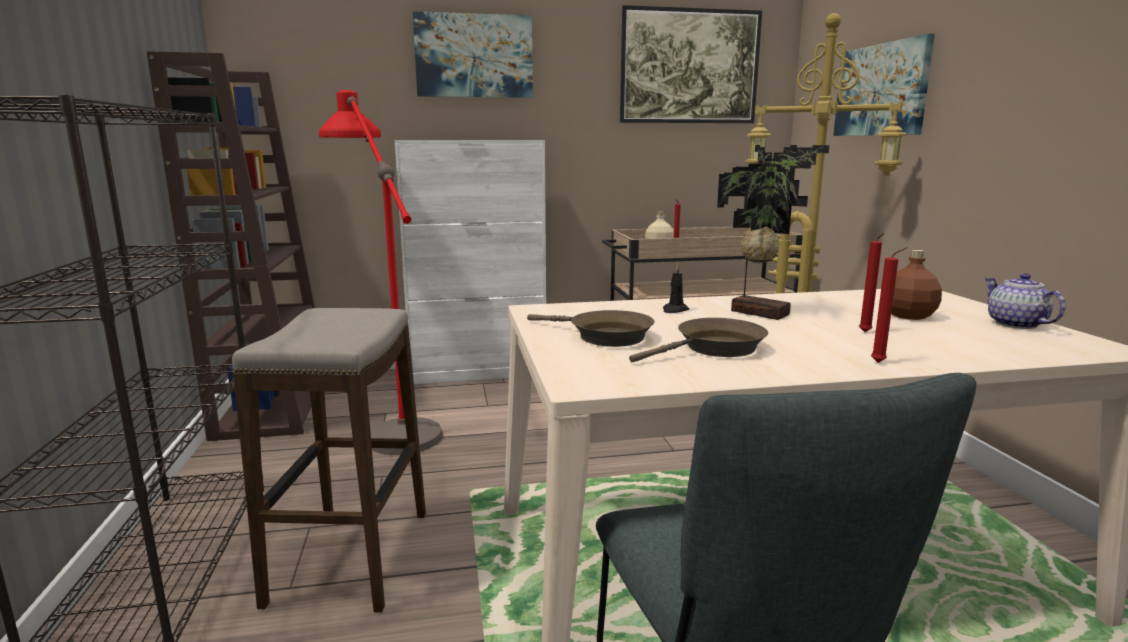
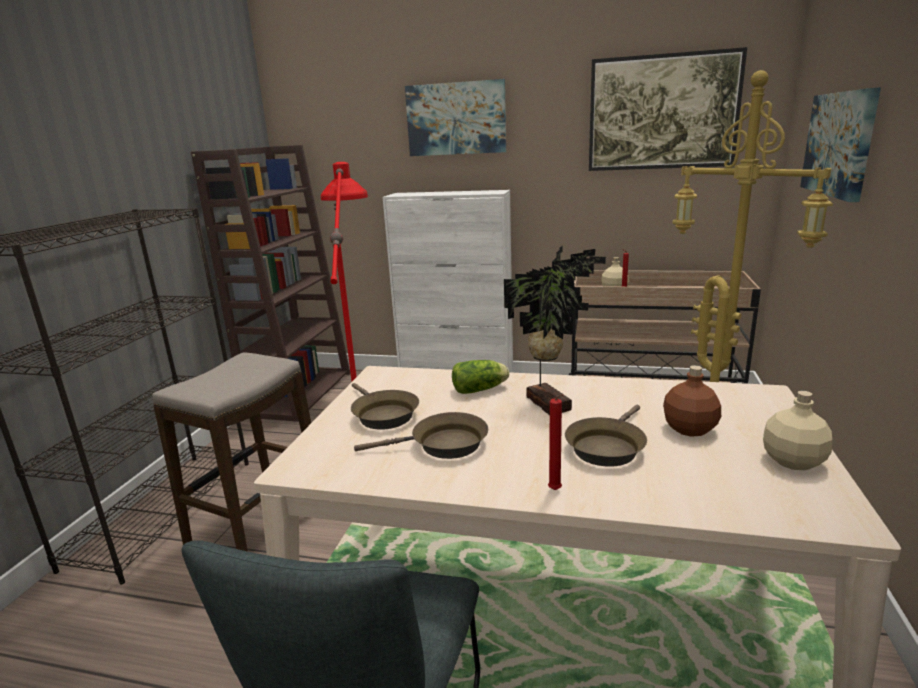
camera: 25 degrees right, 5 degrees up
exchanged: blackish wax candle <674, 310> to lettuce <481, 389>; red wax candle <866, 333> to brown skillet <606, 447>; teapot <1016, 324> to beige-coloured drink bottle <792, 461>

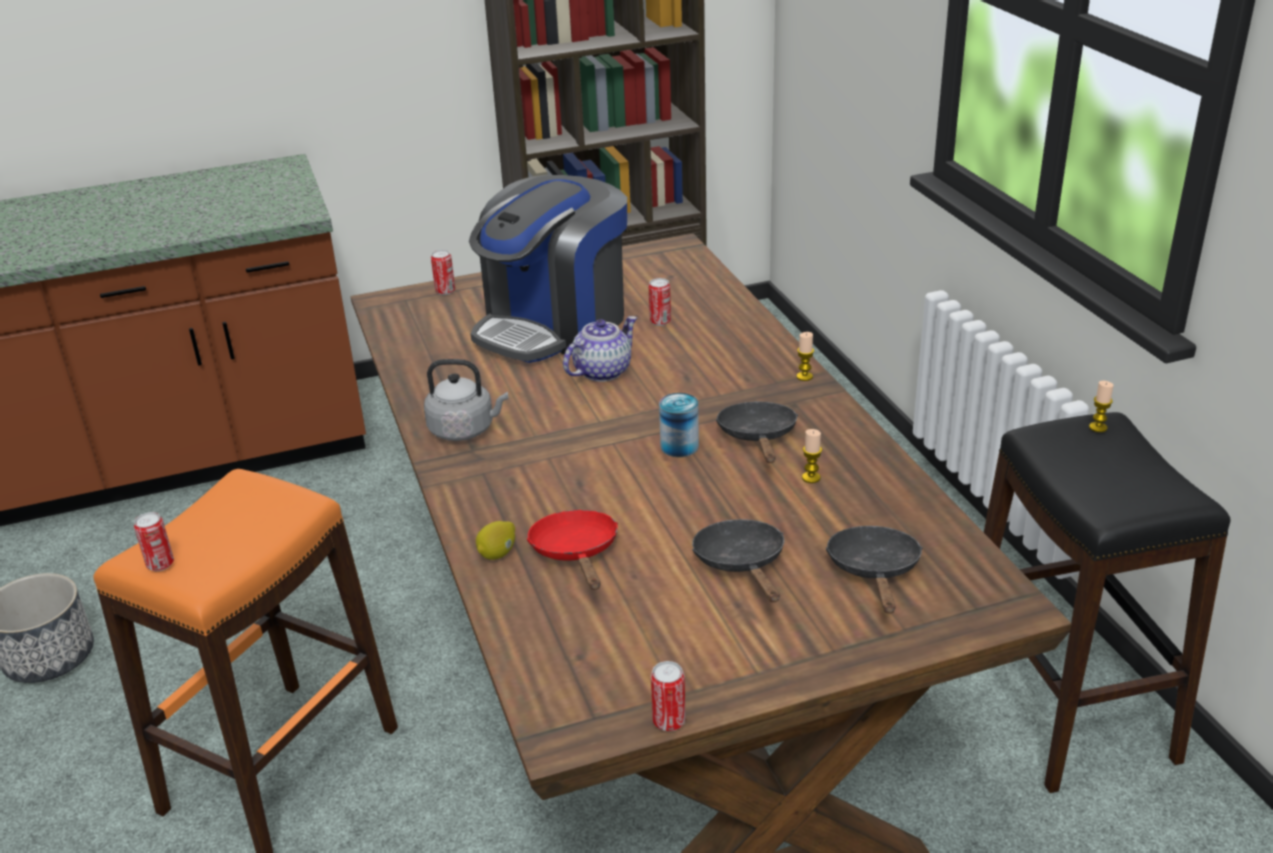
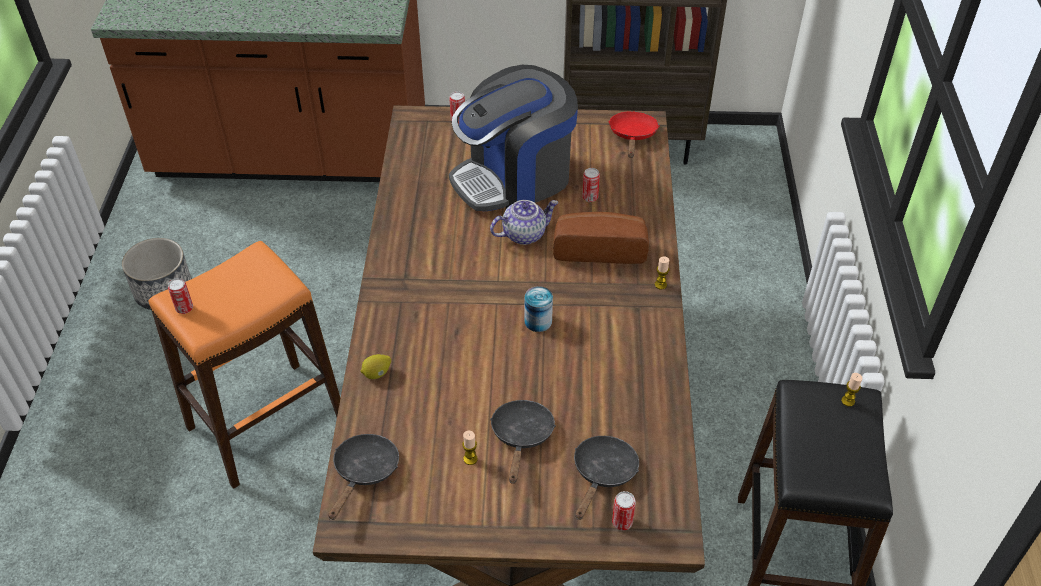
camera: 20 degrees right, 15 degrees up
missing: gray water kettle <465, 430>
appeared: bread <599, 248>
relocated: blackish skillet <758, 437> to <364, 472>; wax candle <811, 478> to <470, 459>; red skillet <576, 553> to <632, 136>; metal can <669, 721> to <622, 522>

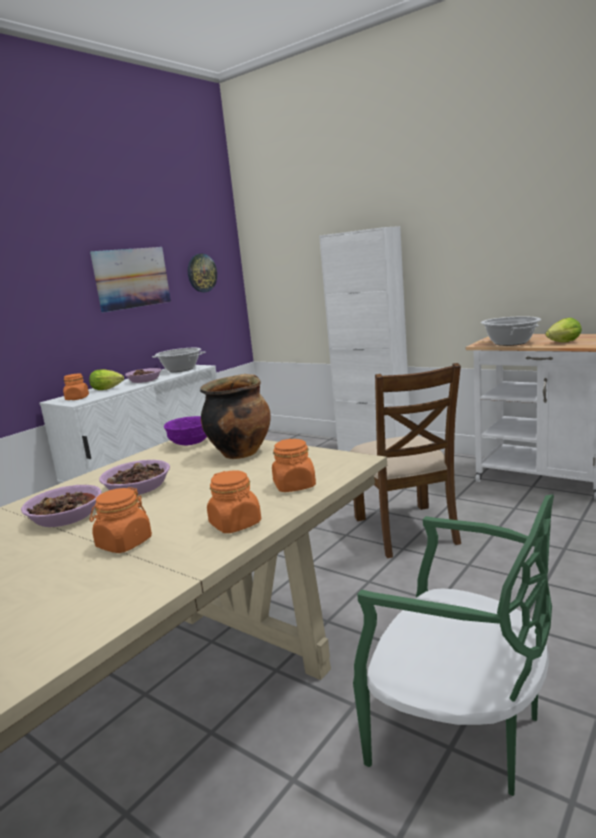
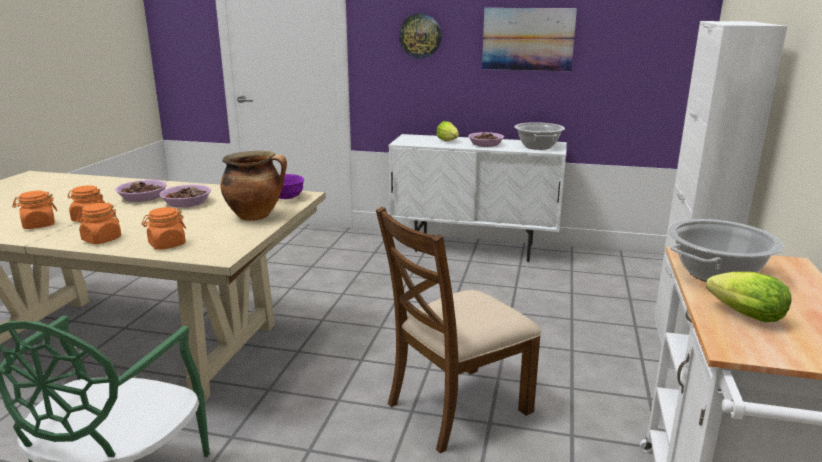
camera: 65 degrees right, 5 degrees up
relocated: orange jar <77, 398> to <39, 225>; hanging clock <201, 273> to <420, 36>

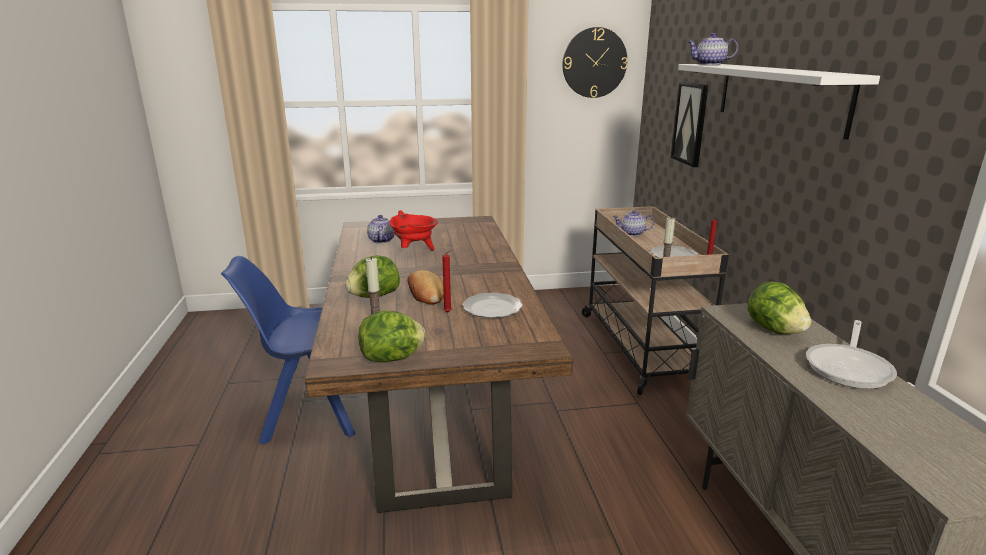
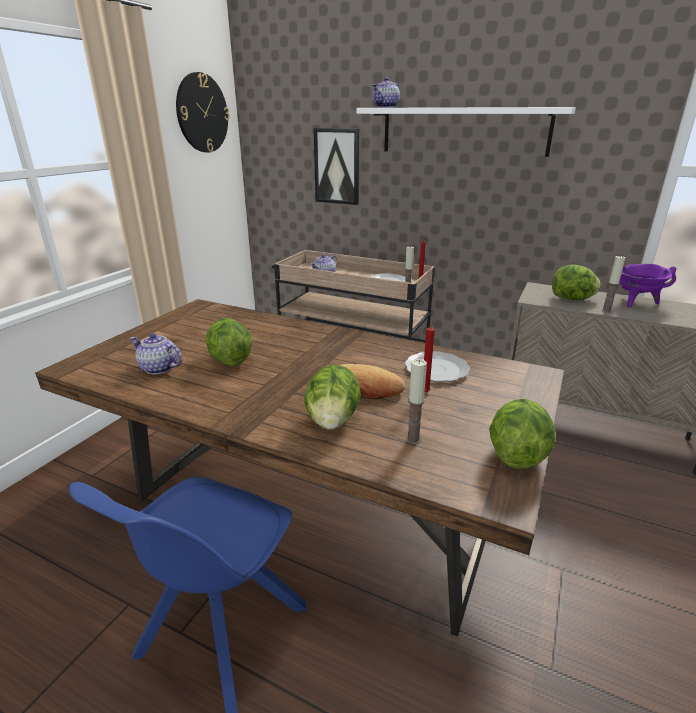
camera: 55 degrees left, 5 degrees up
appeared: wax candle <606, 310>
exchanged: red saucepot <414, 251> to lettuce <229, 360>; skillet <849, 368> to purplish saucepot <635, 302>

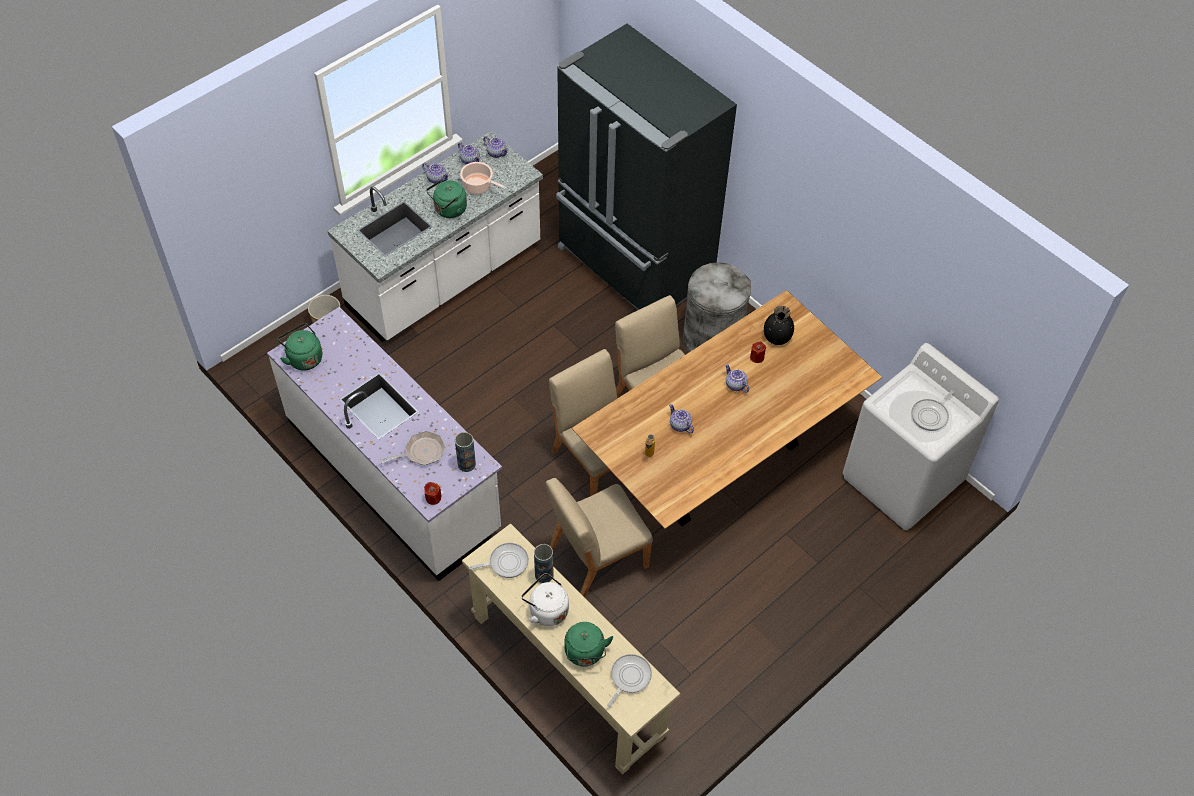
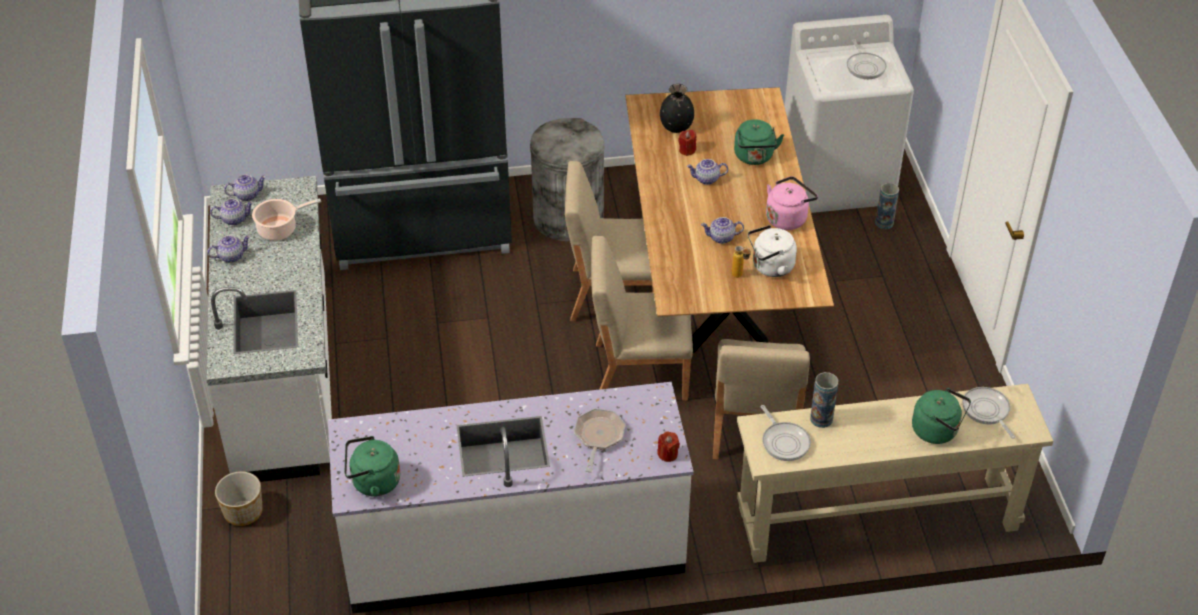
camera: 55 degrees left, 10 degrees down
appeared: pinkish water kettle <788, 218>
relocated: greenish water kettle <449, 210> to <754, 157>; whitish water kettle <546, 610> to <770, 267>; flower vase <466, 464> to <884, 223>
spun: skillet <506, 562> = <784, 441> 135 degrees clockwise

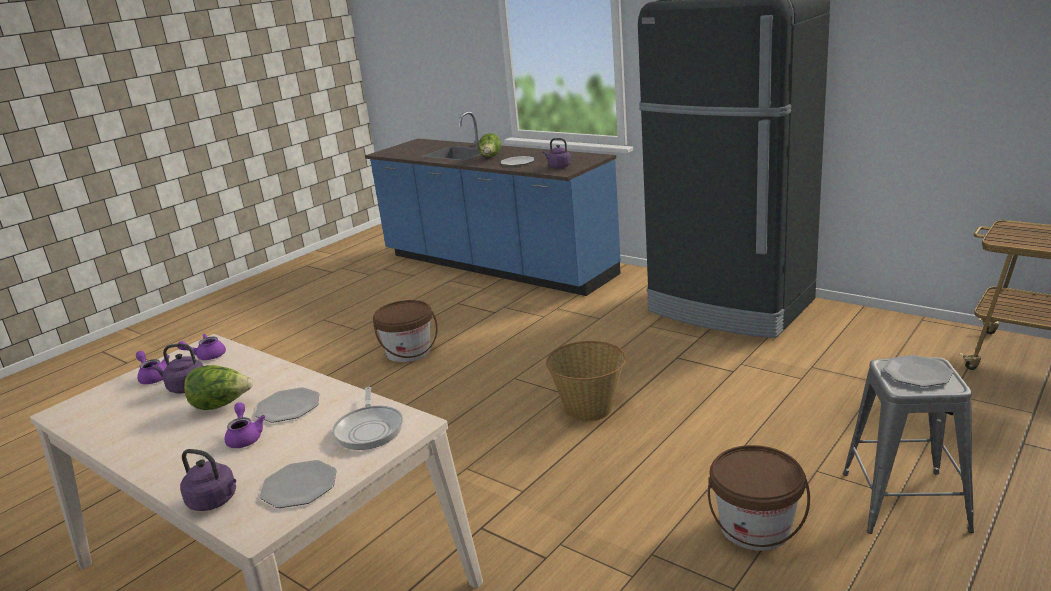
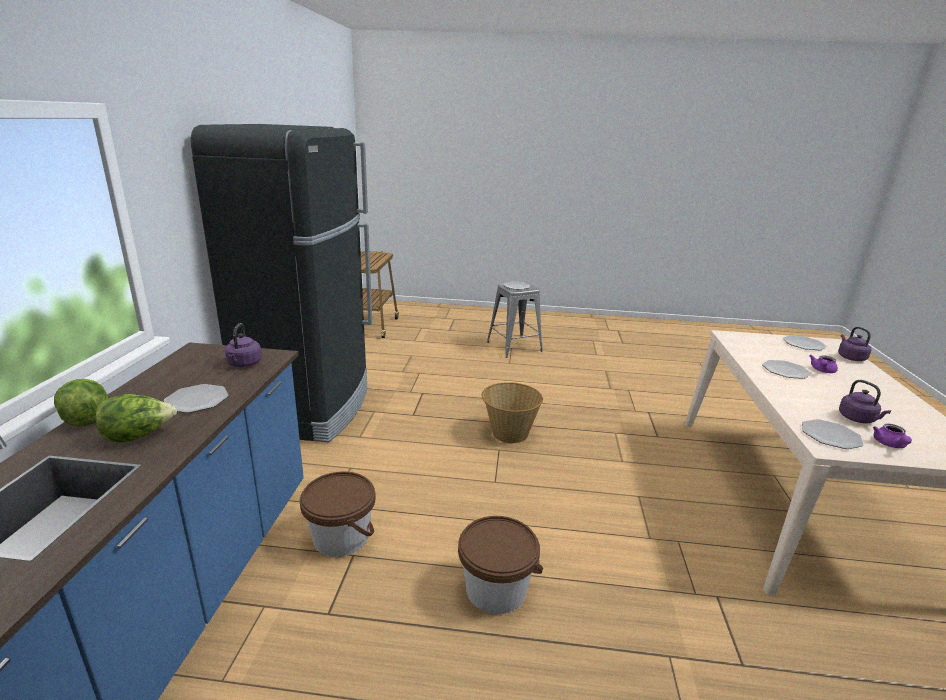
camera: 125 degrees left, 0 degrees up
missing: skillet <369, 429>
relocated: lettuce <222, 405> to <86, 418>; brown water bucket <755, 528> to <341, 537>
exchanged: purplish teapot <207, 356> to flat dish <831, 435>

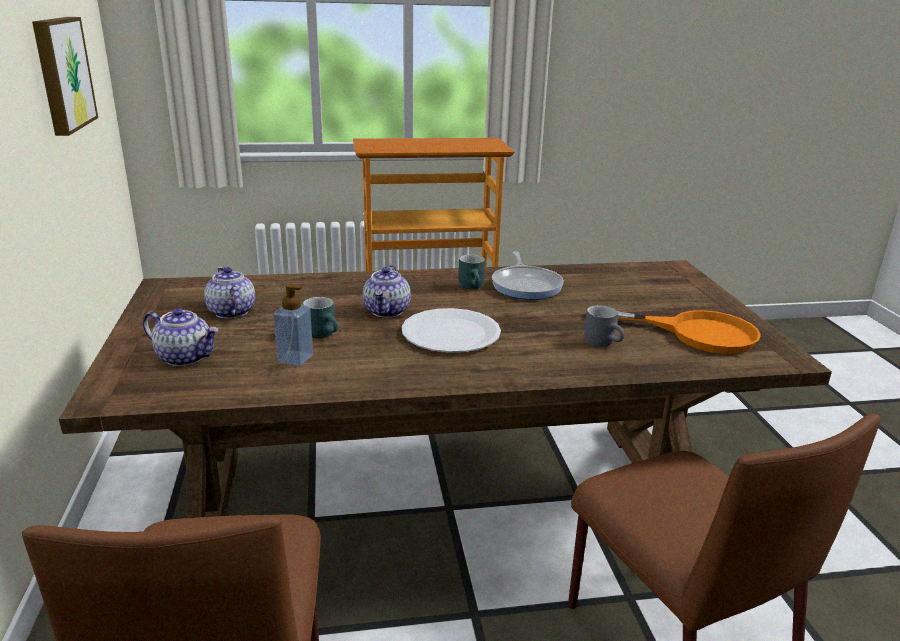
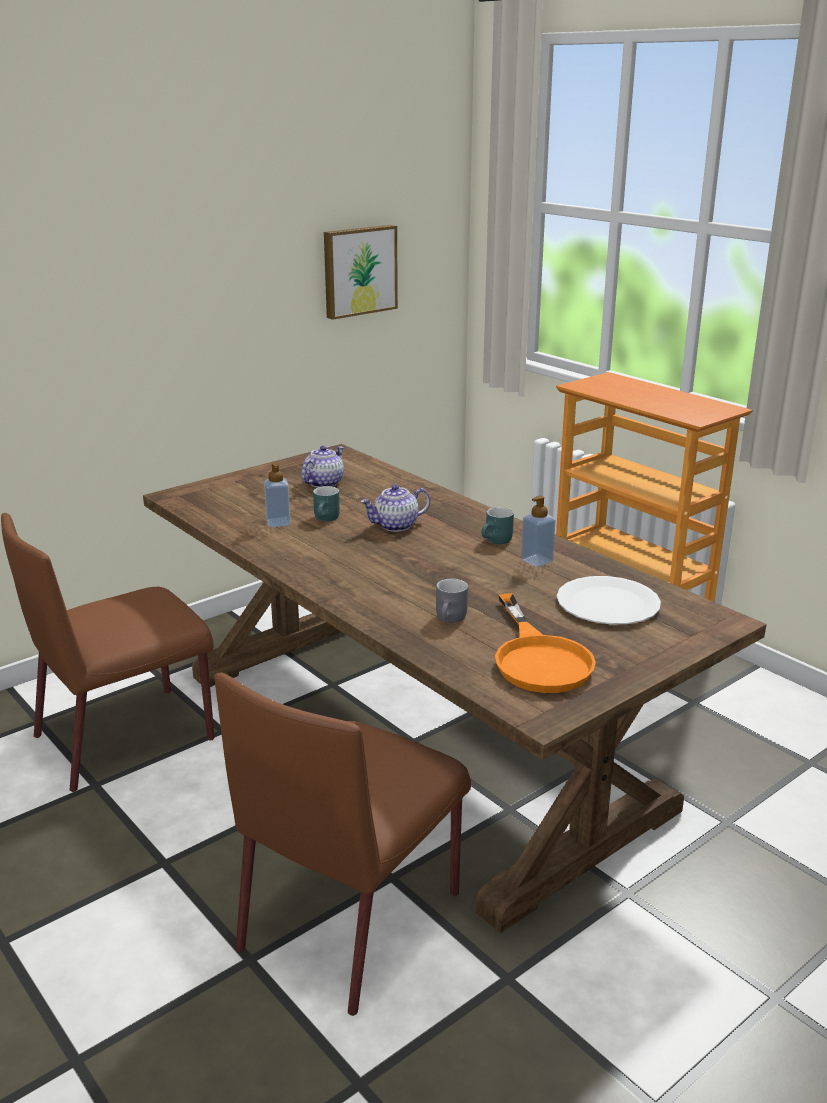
camera: 60 degrees right, 0 degrees up
missing: teapot <185, 357>
relocated: whitish flat dish <451, 333> to <608, 604>
exchanged: skillet <526, 285> to liquid soap bottle <536, 561>

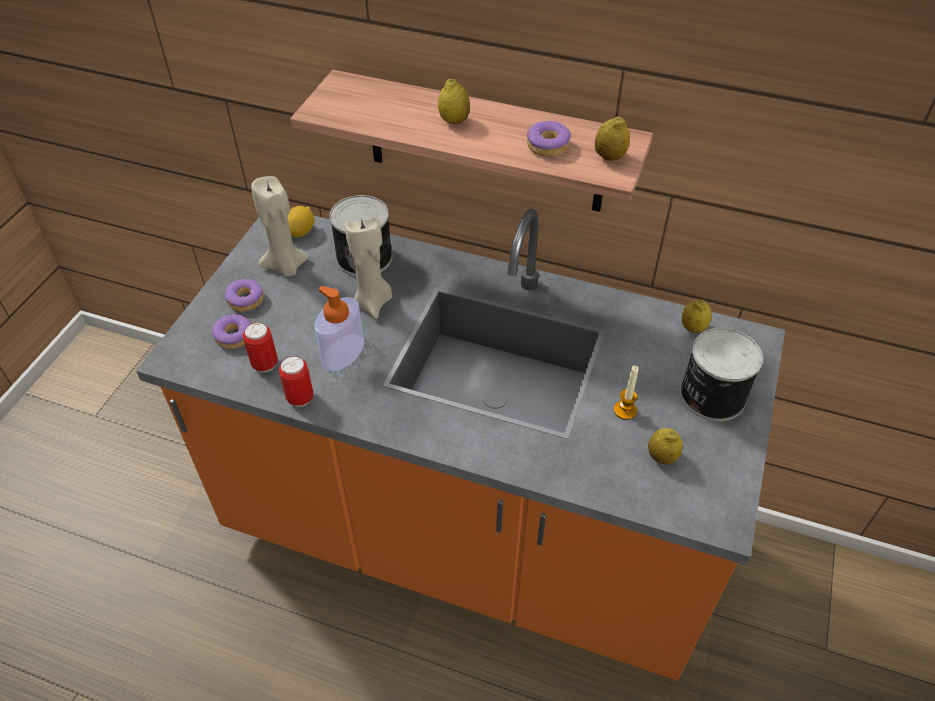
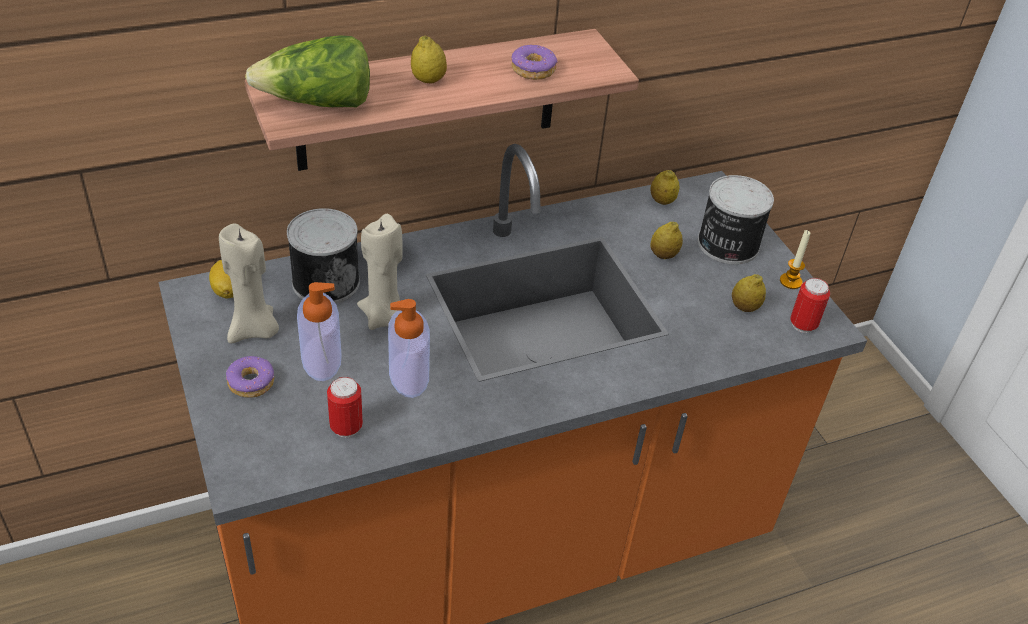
camera: 45 degrees left, 5 degrees down
missing: ring doughnut <234, 336>
appeared: lettuce <318, 103>; liquid soap bottle <321, 358>
relocated: citrus fruit <609, 157> to <663, 255>; wax candle <625, 410> to <790, 281>; metal can <300, 398> to <803, 325>

